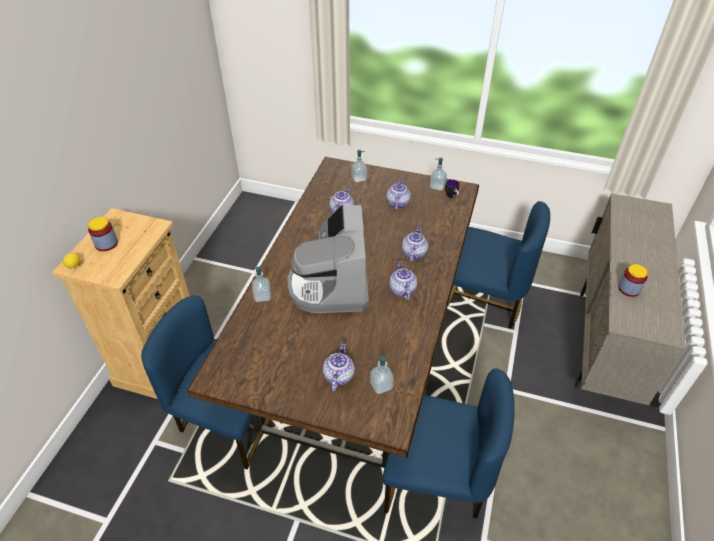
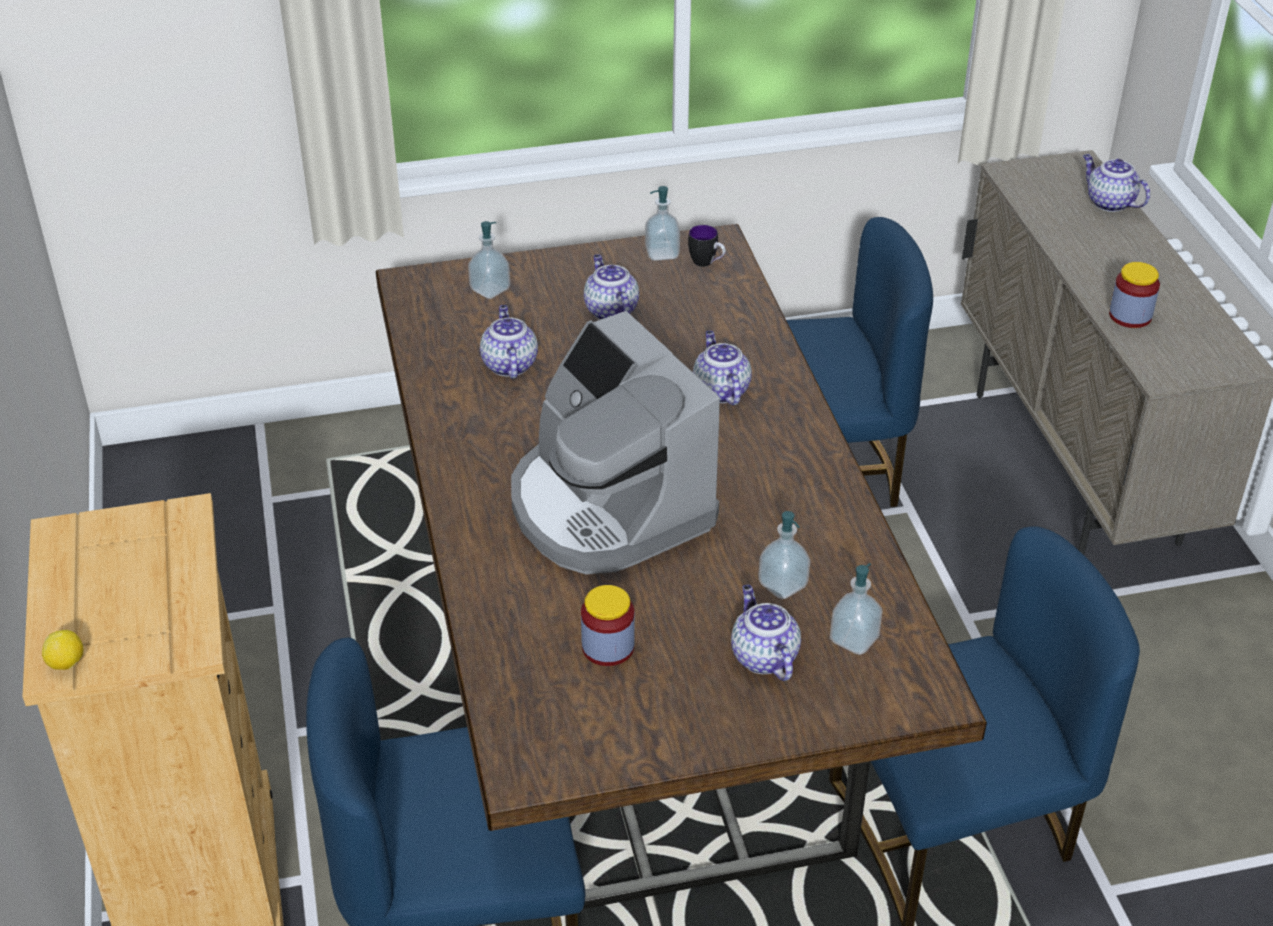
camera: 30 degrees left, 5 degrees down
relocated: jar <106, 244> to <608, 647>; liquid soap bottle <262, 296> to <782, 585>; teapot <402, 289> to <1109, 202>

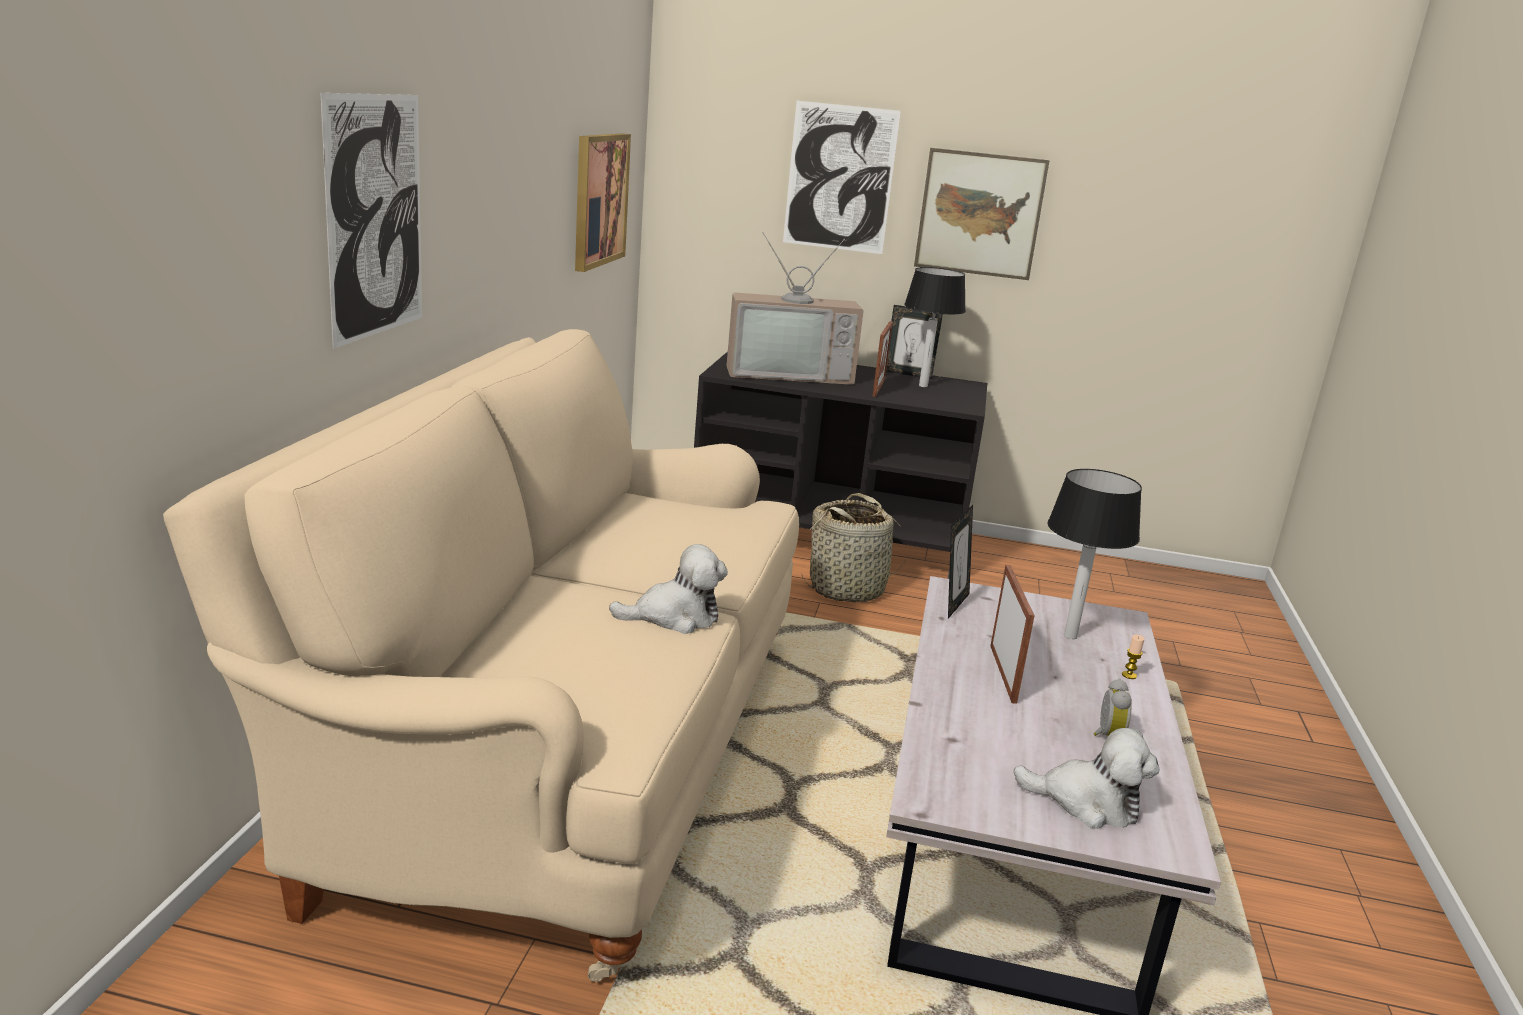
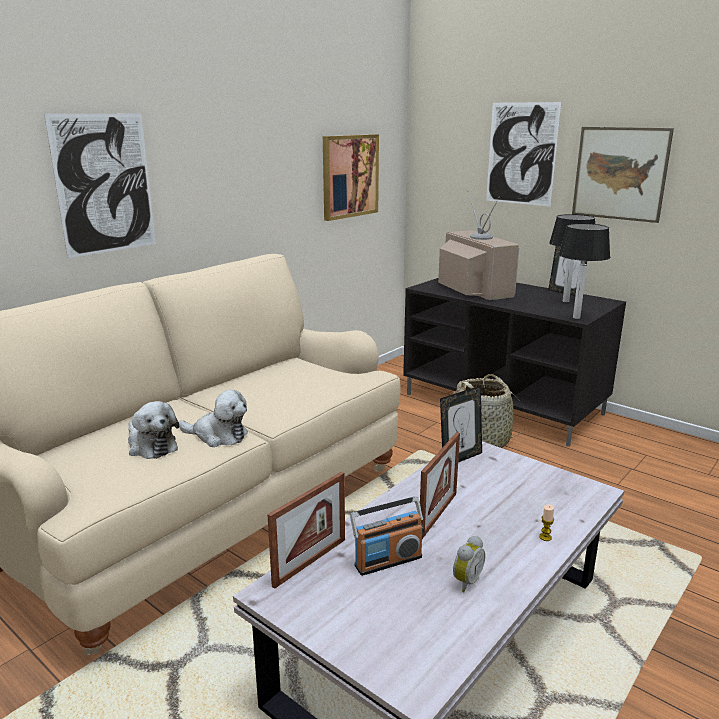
camera: 30 degrees right, 0 degrees up
appeared: radio receiver <388, 561>
relocated: cuddly toy <1087, 803> to <151, 446>; standing frame <878, 387> to <310, 562>; tabletop lamp <1069, 635> to <576, 317>
spun: TV set <789, 373> = <472, 289> 135 degrees counterclockwise

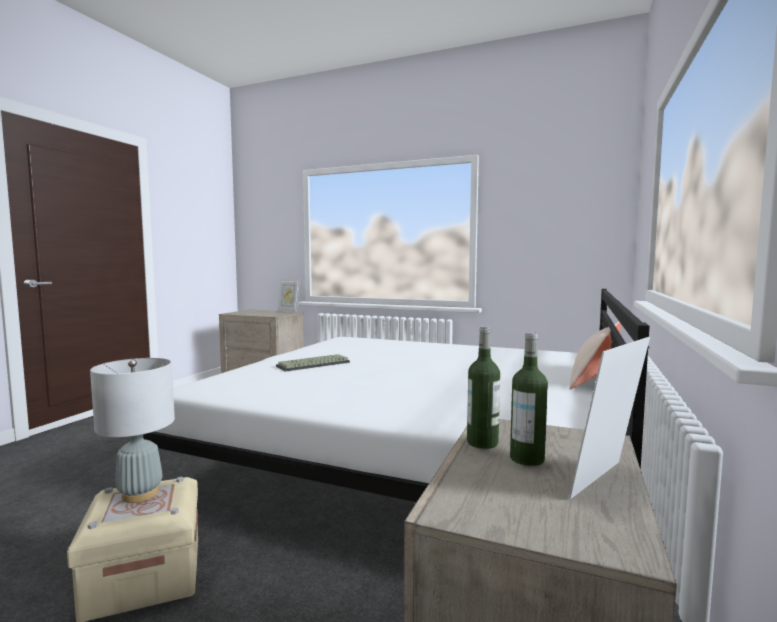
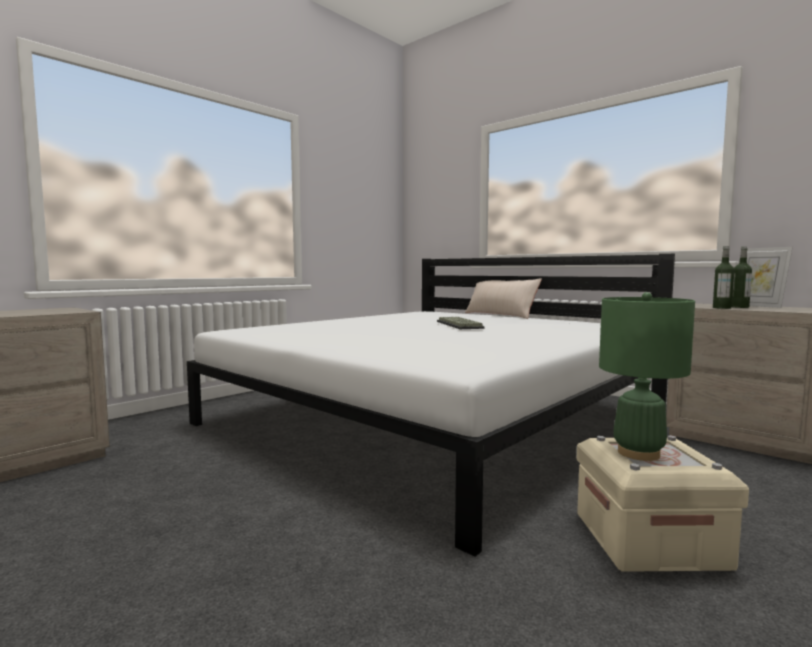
camera: 70 degrees left, 0 degrees up
missing: standing frame <288, 311>
relocated: keyboard <313, 364> to <460, 325>
colour: gray tabletop lamp <140, 494> to greenish tabletop lamp <638, 453>

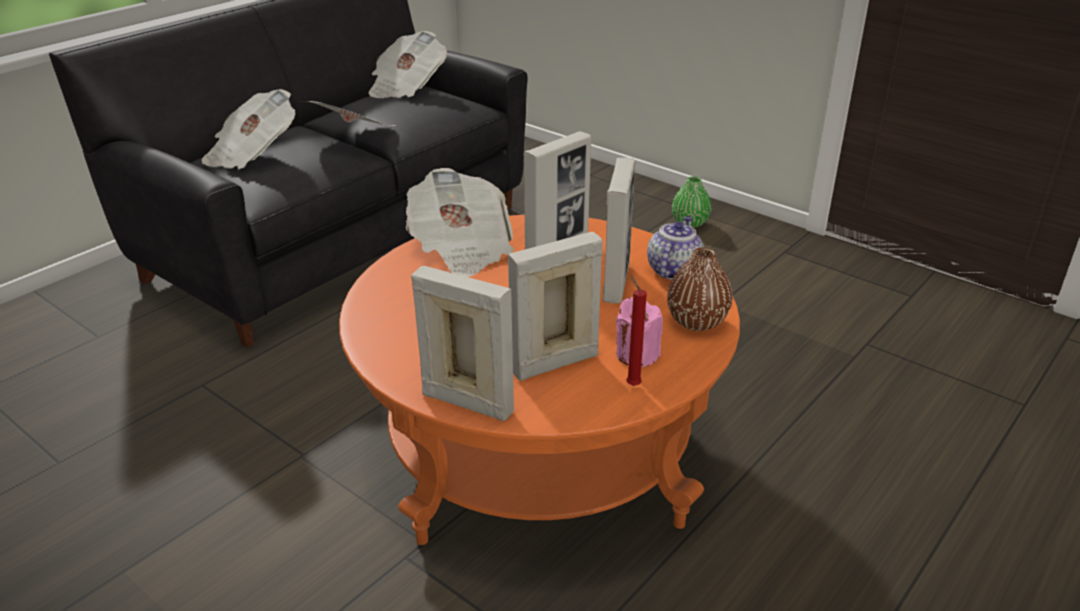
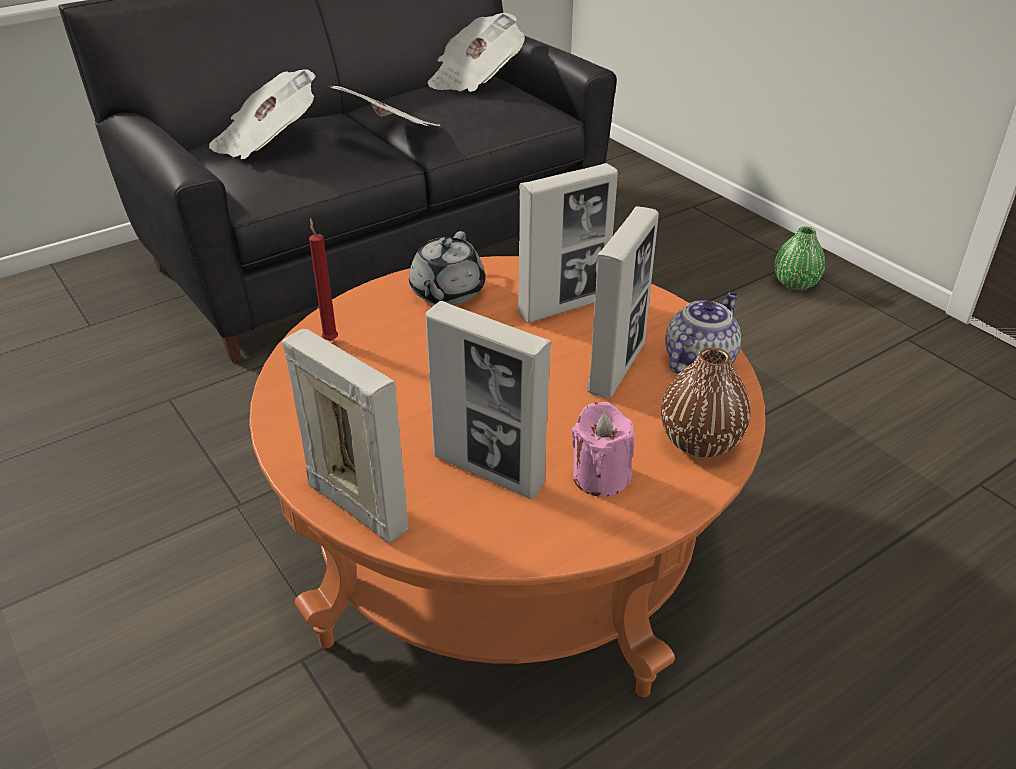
camera: 15 degrees right, 5 degrees up
relocated: red wax candle <631, 384> to <330, 339>
exchanged: daily paper <461, 249> to gray teapot <446, 293>
spun: standing frame <554, 364> = <489, 471> 135 degrees counterclockwise

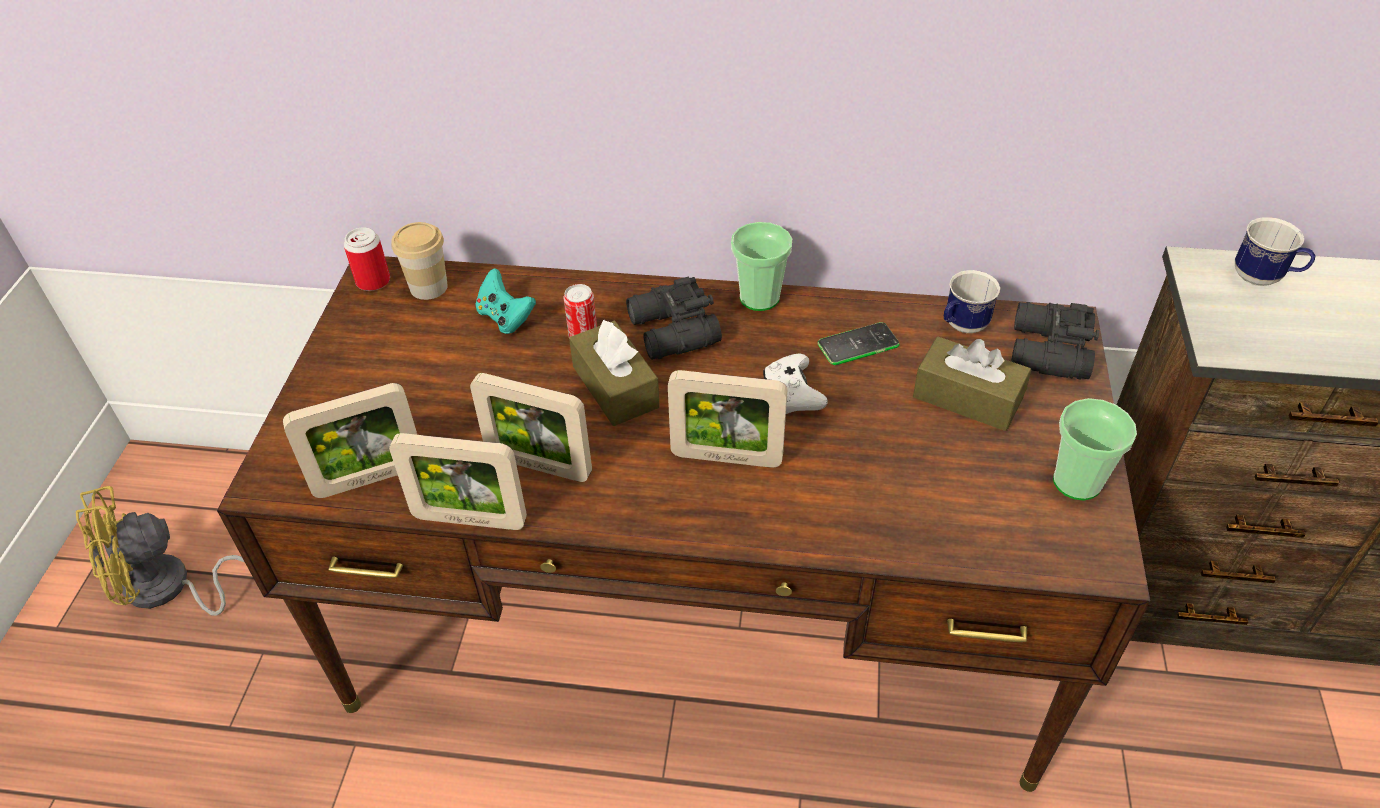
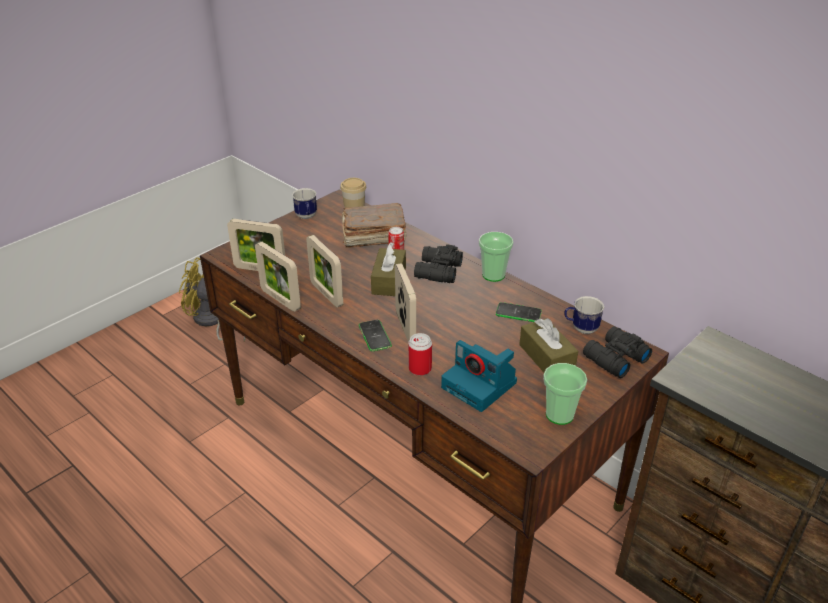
camera: 35 degrees right, 10 degrees down
missing: whitish gamepad <792, 394>
appeared: phone <374, 336>; photo camera <481, 385>
relocated: mug <1263, 279> to <306, 217>; metal can <373, 281> to <420, 368>
exchanged: blue-green gamepad <505, 318> to brown volume <372, 236>
spun: standing frame <726, 457> = <405, 327> 150 degrees counterclockwise

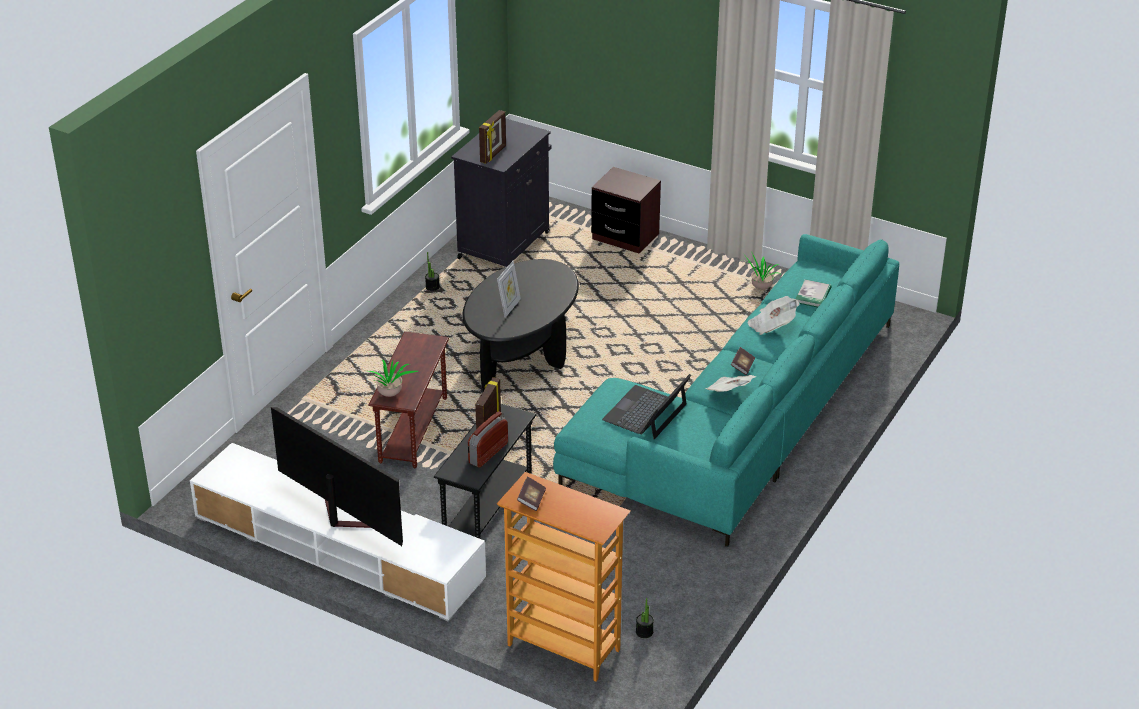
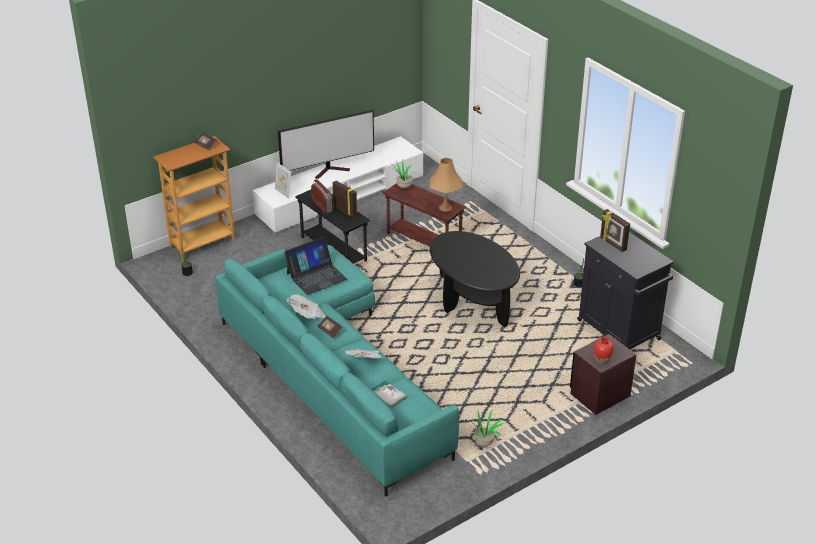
camera: 115 degrees right, 0 degrees up
appeared: orange tabletop lamp <445, 207>; red flower vase <602, 360>
relocated: standing frame <509, 307> to <283, 192>
spun: portable computer <646, 413> = <316, 276> 90 degrees clockwise

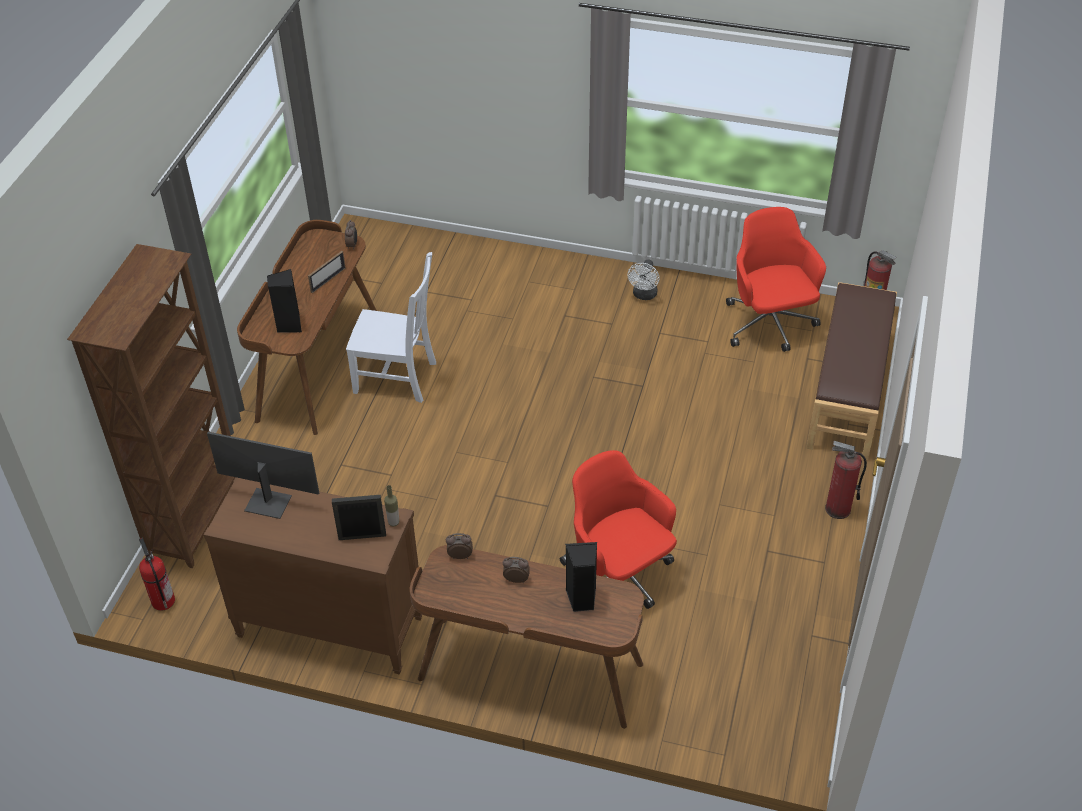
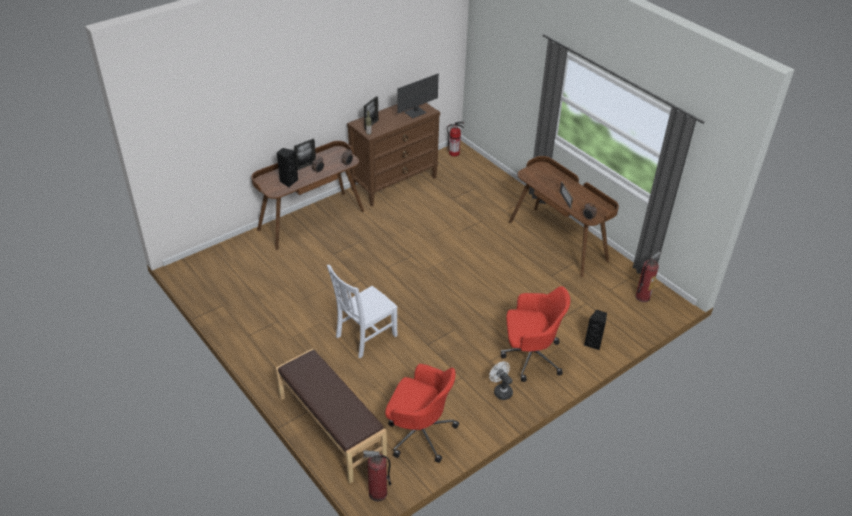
camera: 125 degrees right, 5 degrees down
missing: brown shelving unit <197, 517>
appeared: standing frame <306, 166>
relocated: whitish chair <398, 378> to <364, 337>; red computer chair <618, 577> to <530, 356>; blackish audio speaker <289, 325> to <593, 343>; fire extinguisher <837, 509> to <642, 297>

